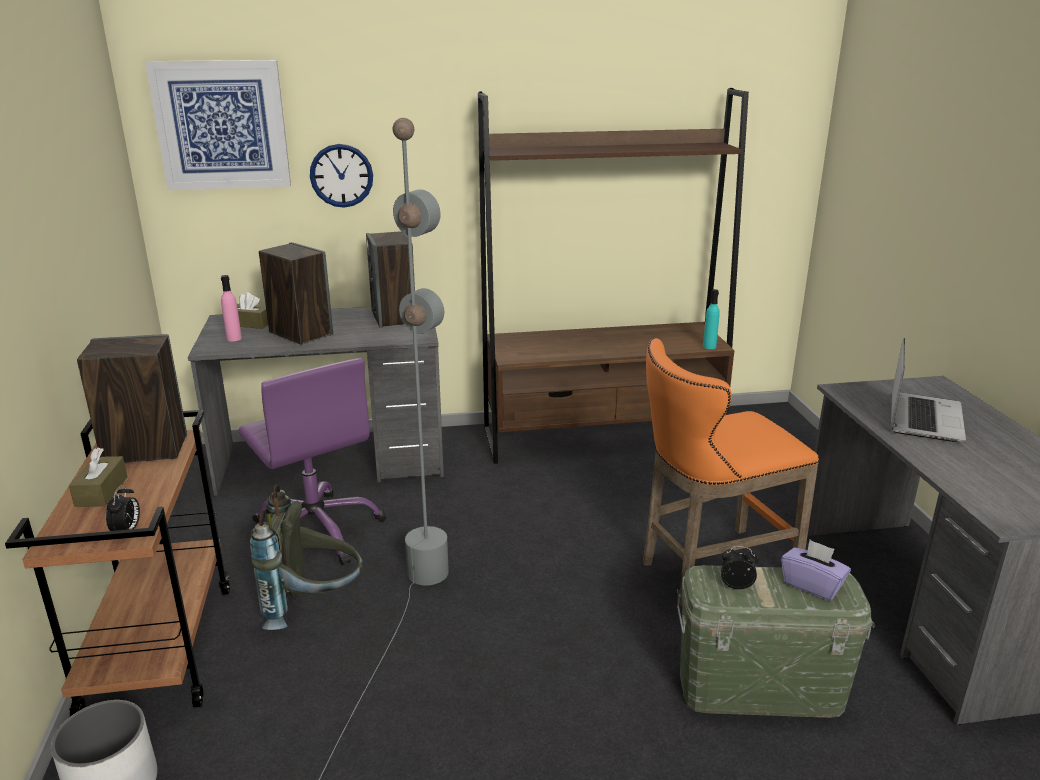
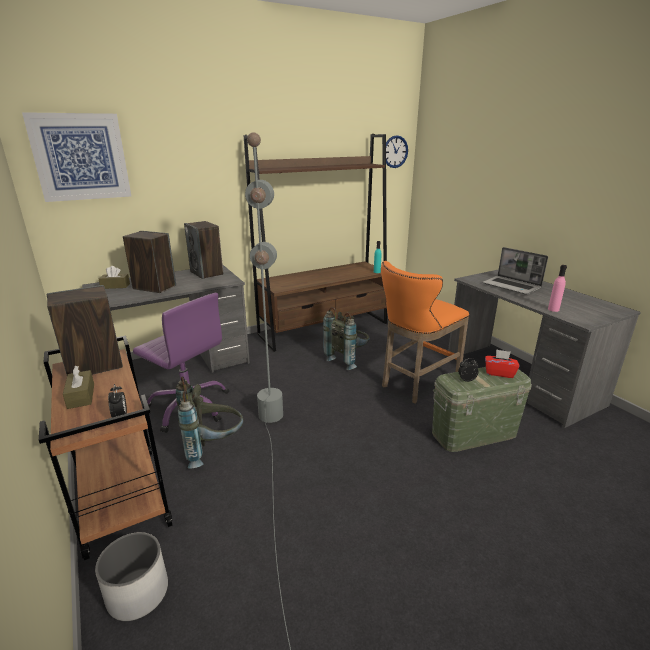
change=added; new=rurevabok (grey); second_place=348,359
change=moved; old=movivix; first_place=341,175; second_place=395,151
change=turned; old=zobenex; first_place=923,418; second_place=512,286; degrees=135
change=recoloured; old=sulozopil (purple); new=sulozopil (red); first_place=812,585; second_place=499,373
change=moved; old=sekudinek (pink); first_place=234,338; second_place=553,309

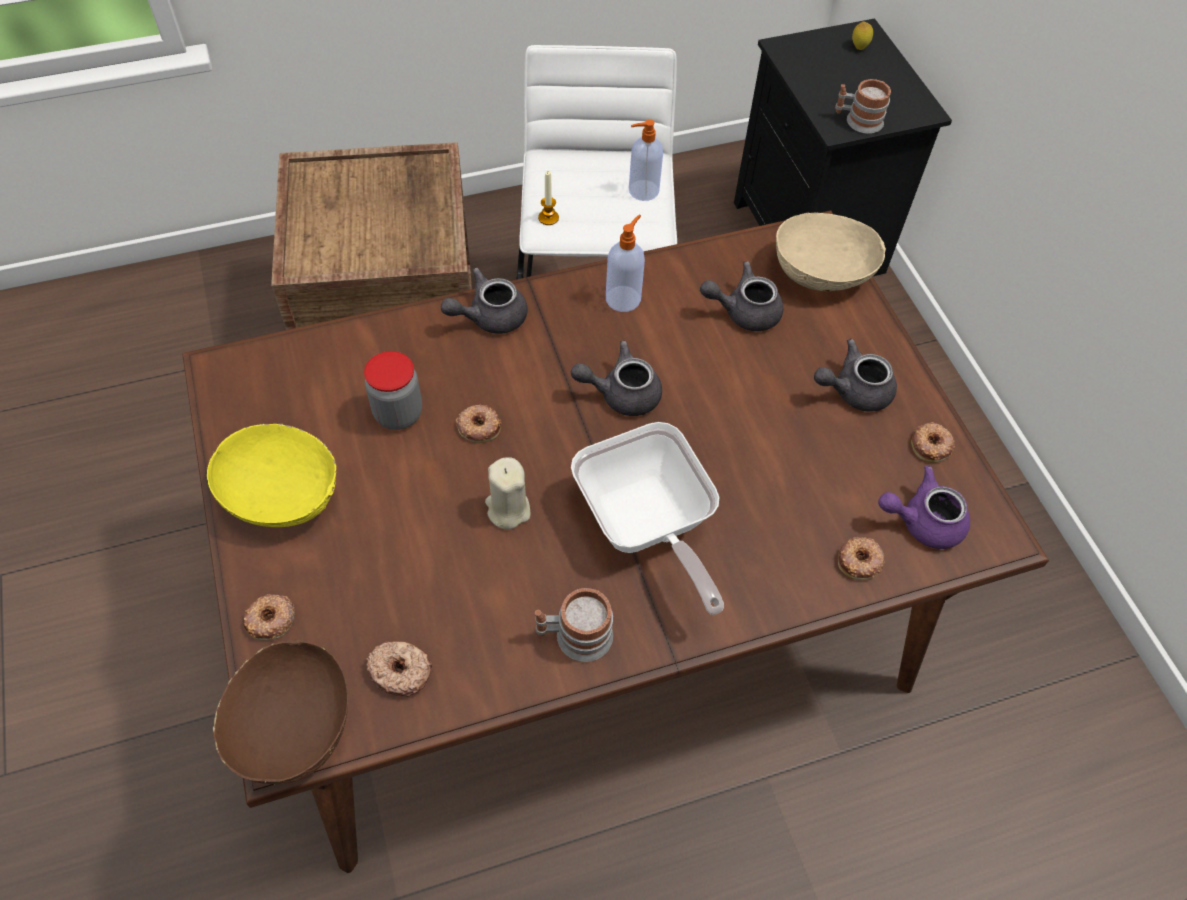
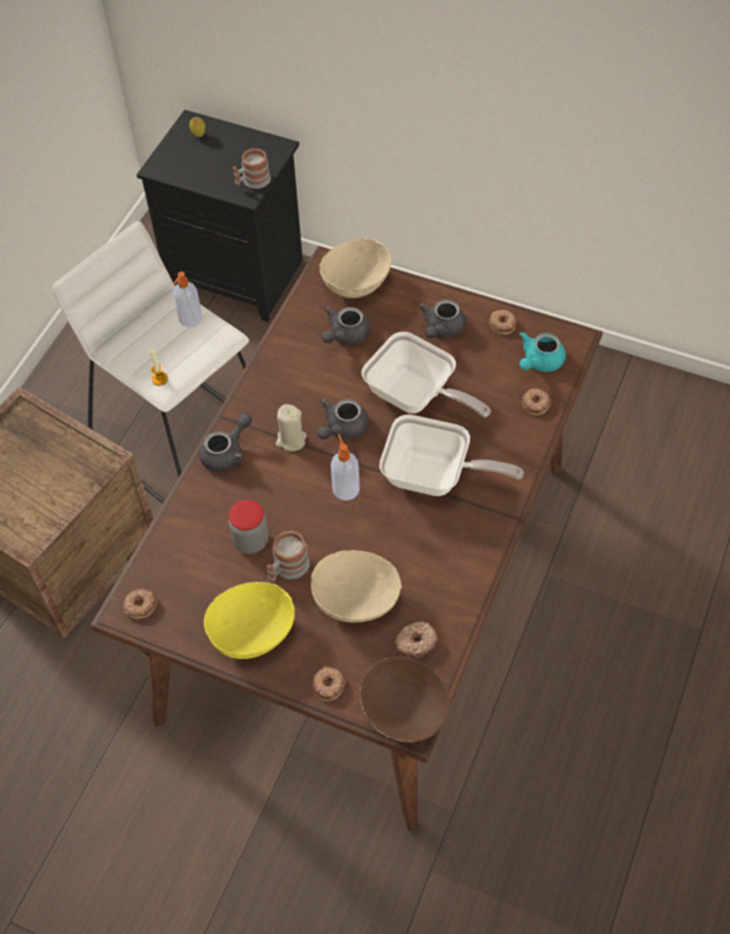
change=moved; old=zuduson; first_place=479,426; second_place=140,605
change=turned; old=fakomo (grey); first_place=489,317; second_place=227,453; degrees=-150
change=moved; old=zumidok; first_place=574,636; second_place=287,568
change=moved; old=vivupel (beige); first_place=508,509; second_place=291,440
change=added; new=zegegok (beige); second_place=356,598
change=moved; old=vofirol; first_place=623,298; second_place=345,488
change=added; new=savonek; second_place=416,397
change=recoloured; old=fakomo (purple); new=fakomo (turquoise); first_place=922,521; second_place=539,362

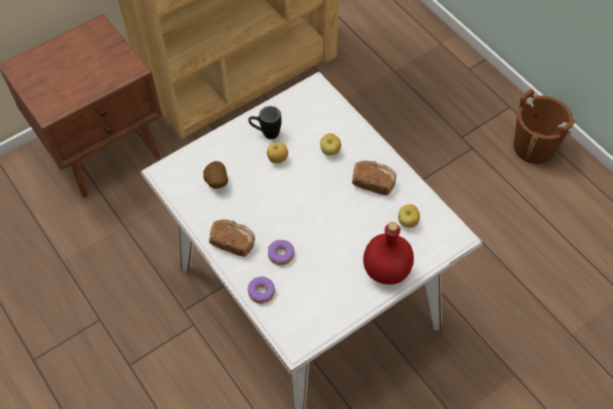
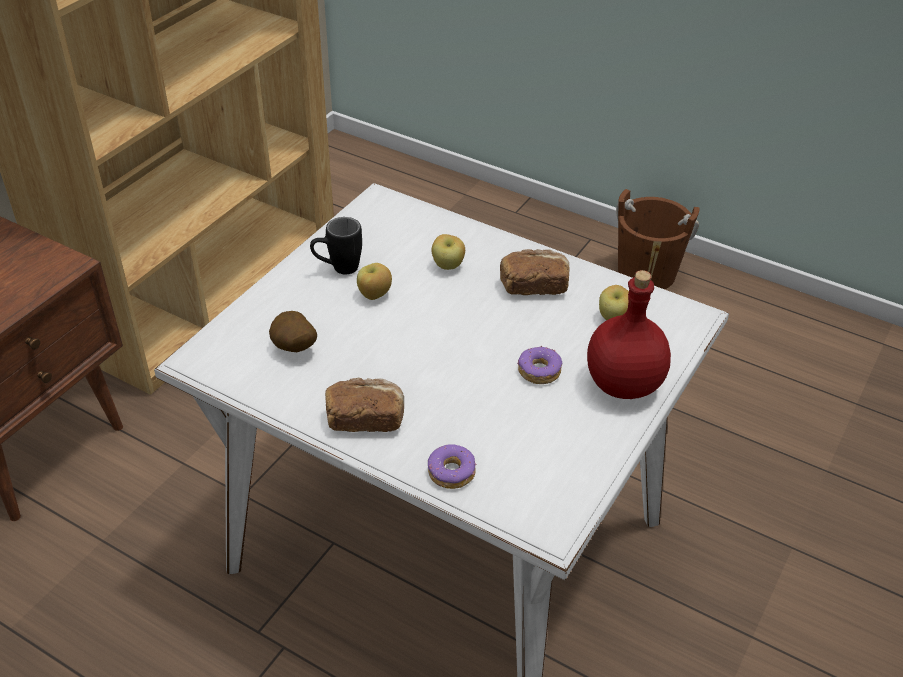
change=moved; old=zuduson; first_place=281,254; second_place=539,371

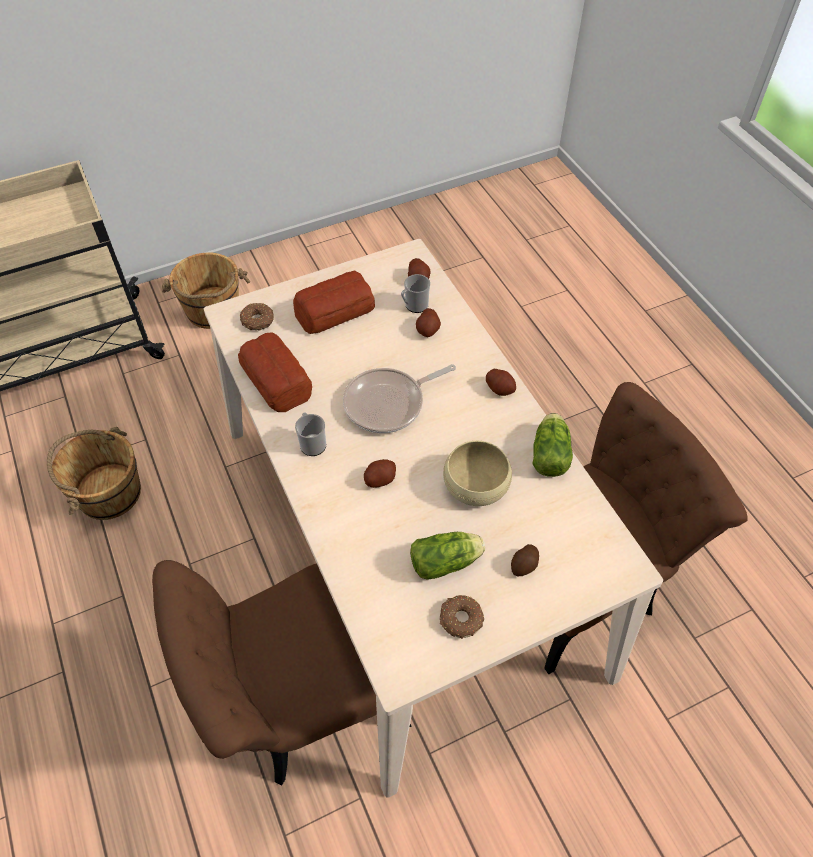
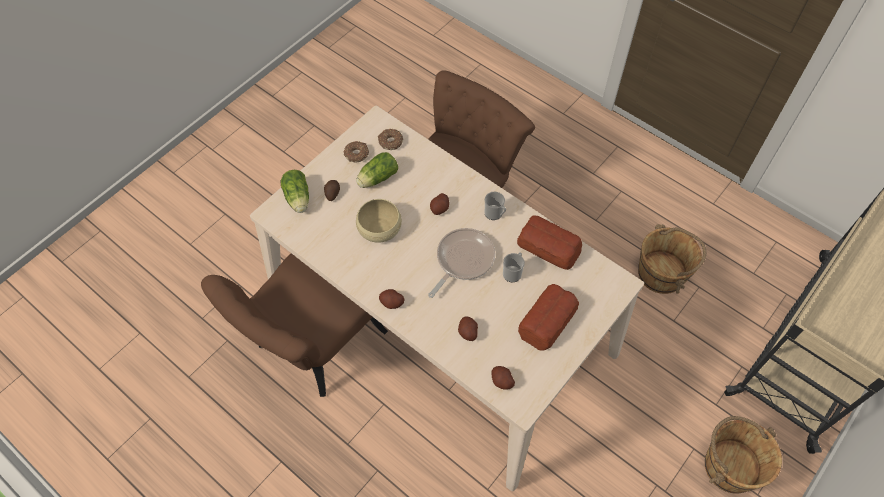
change=moved; old=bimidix; first_place=550,453; second_place=298,199
change=moved; old=zuduson; first_place=258,321; second_place=390,142
change=moved; old=zumidok; first_place=414,306; second_place=513,272

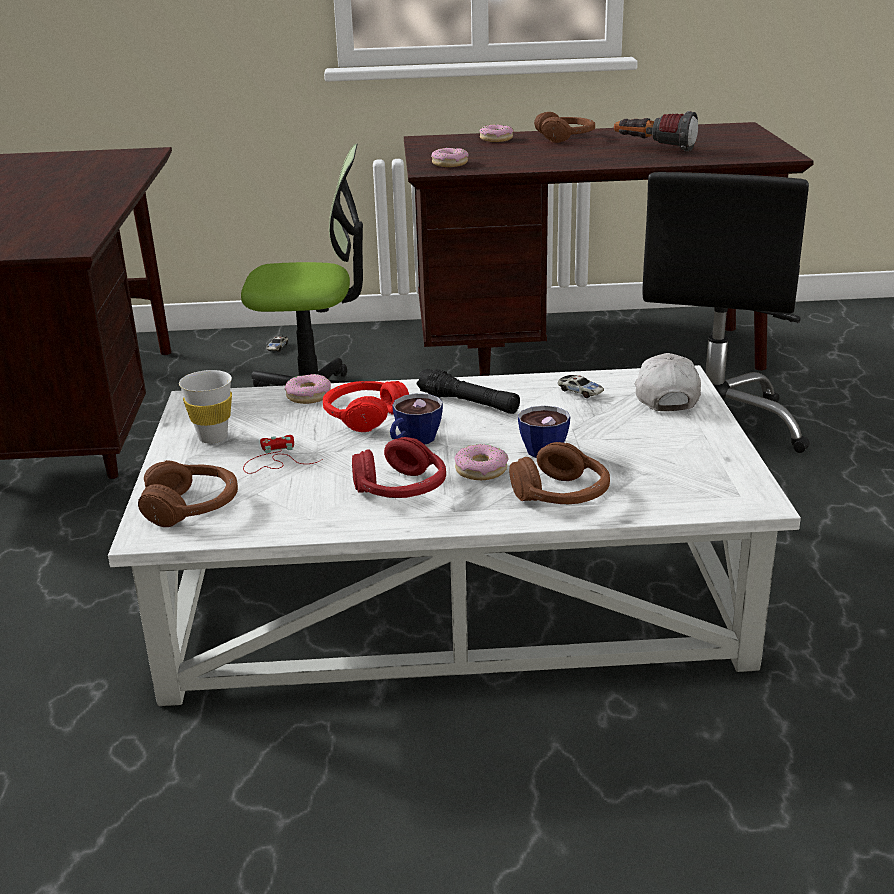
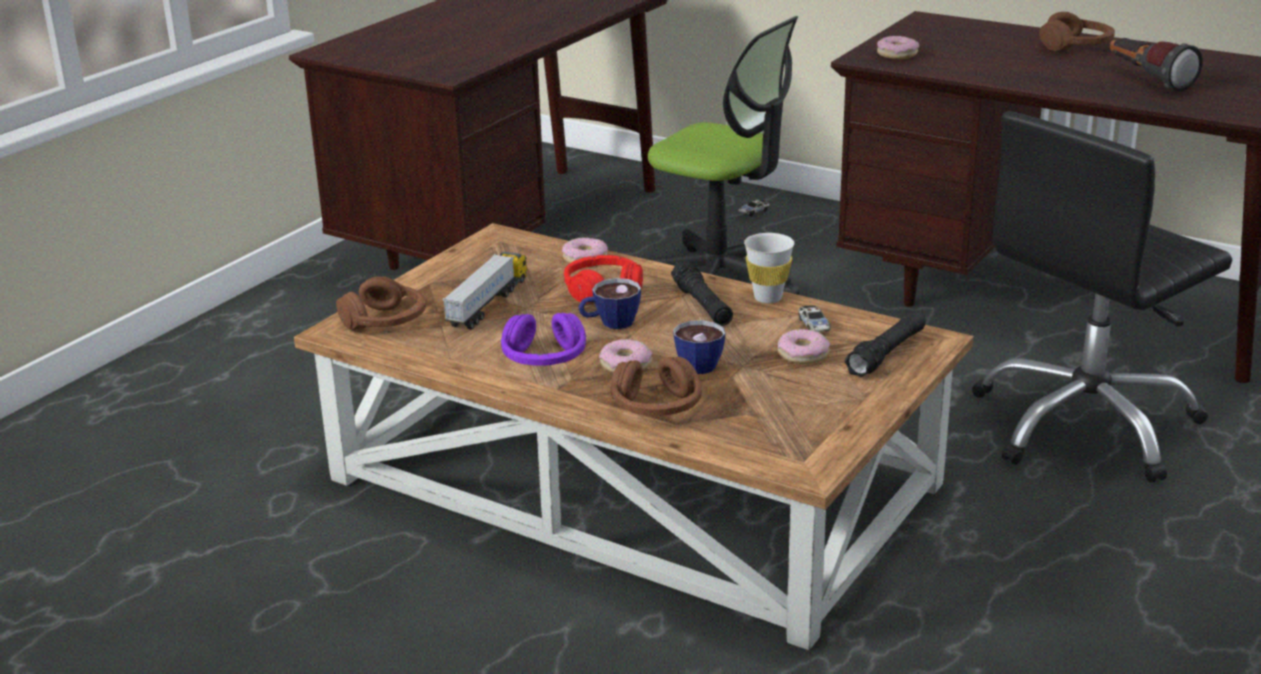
change=recoloured; old=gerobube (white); new=gerobube (brown); first_place=448,594; second_place=628,483
change=replaced; old=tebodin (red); new=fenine; first_place=275,460; second_place=488,304
change=recoloured; old=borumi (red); new=borumi (purple); first_place=401,489; second_place=544,358
change=moved; old=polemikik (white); first_place=213,437; second_place=768,298
change=moved; old=zuduson; first_place=496,139; second_place=803,354
change=replaced; old=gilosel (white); new=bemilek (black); first_place=665,396; second_place=886,354

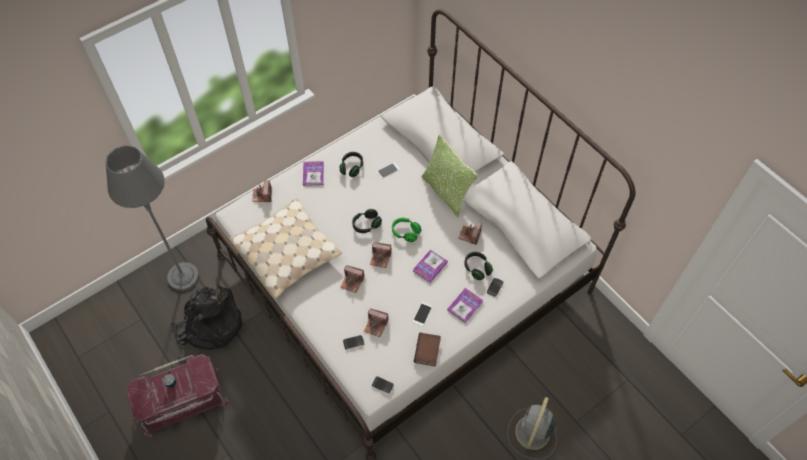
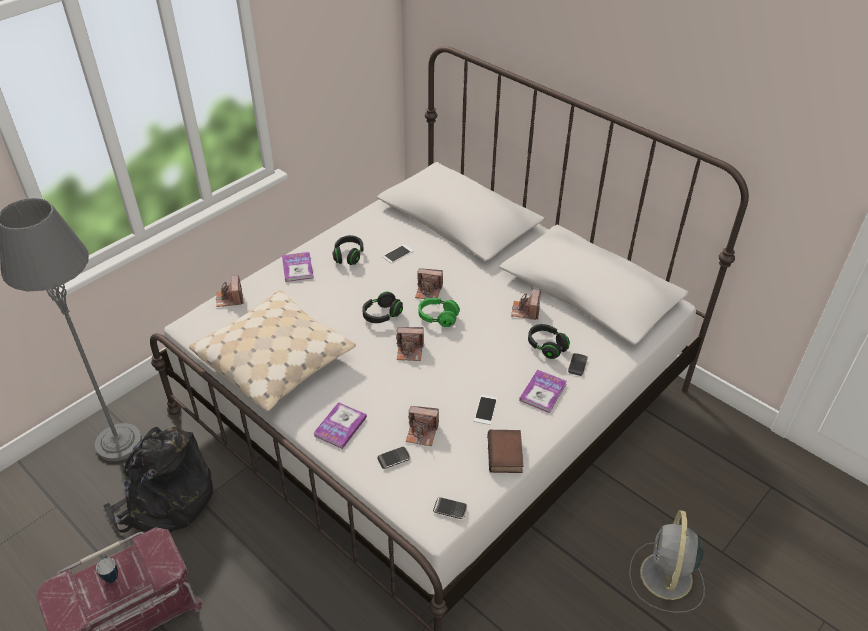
change=moved; old=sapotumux; first_place=430,266; second_place=340,426
change=moved; old=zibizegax; first_place=352,282; second_place=428,291
change=removed; old=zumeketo; first_place=446,192

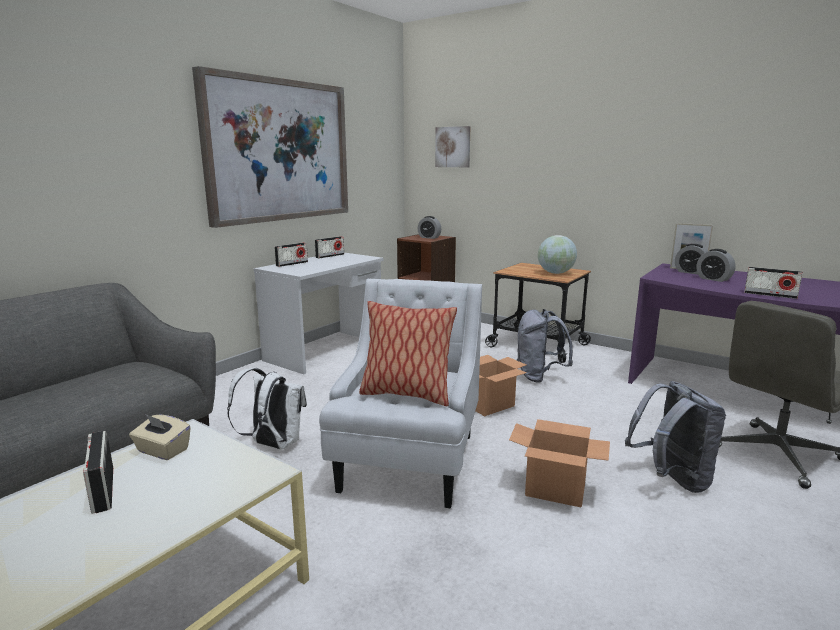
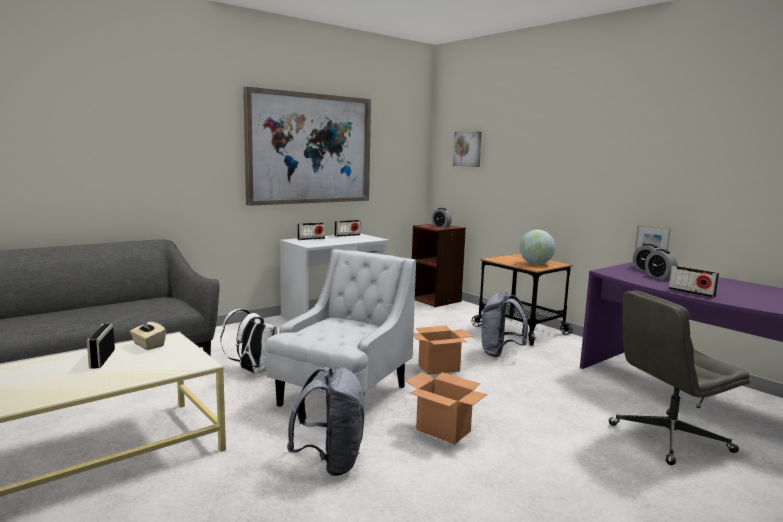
change=moved; old=rurevabok (grey); first_place=671,479; second_place=330,462
change=removed; old=zumeketo; first_place=406,395

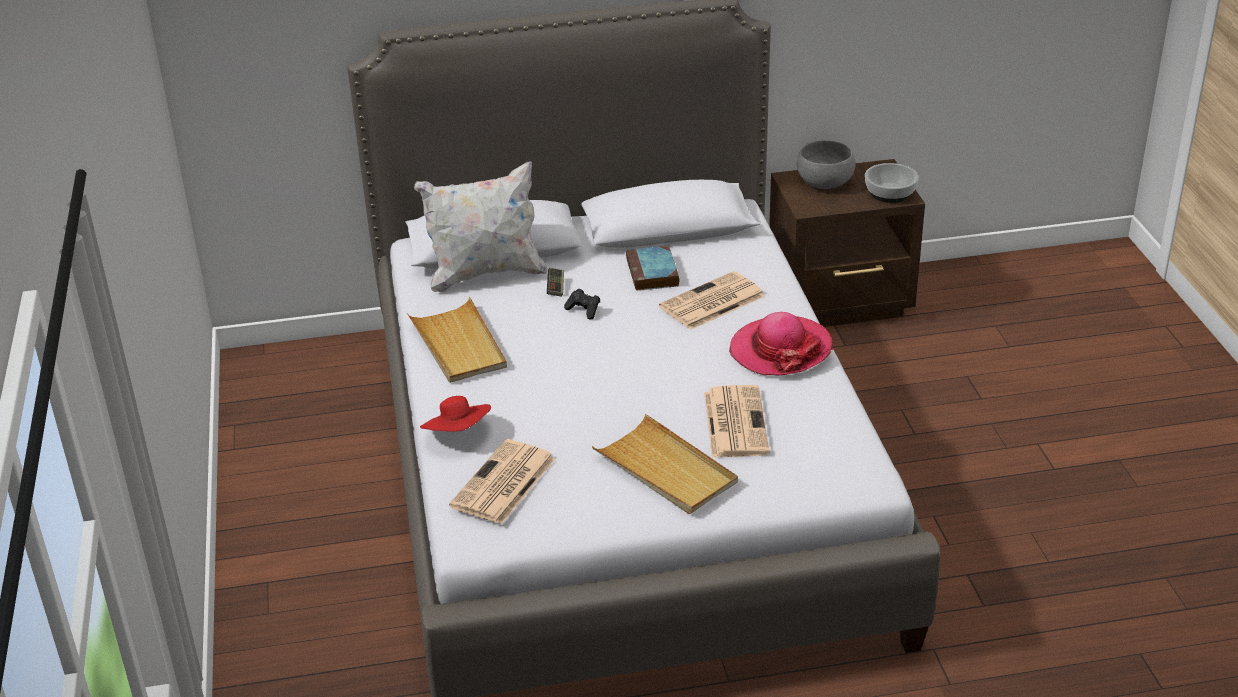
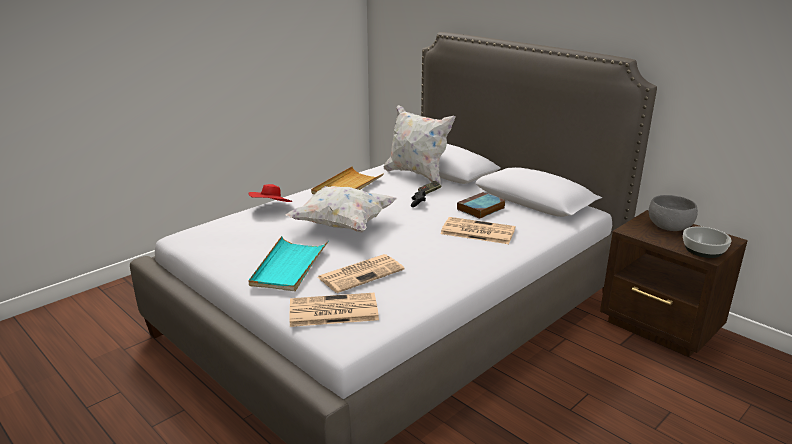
change=recoloured; old=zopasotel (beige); new=zopasotel (turquoise); first_place=666,470; second_place=289,266
change=added; new=zumeketo (white); second_place=342,225
change=moved; old=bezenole; first_place=503,484; second_place=332,311
change=removed; old=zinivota; first_place=780,349

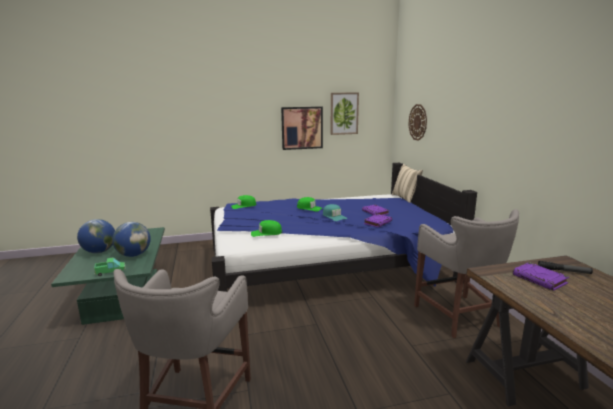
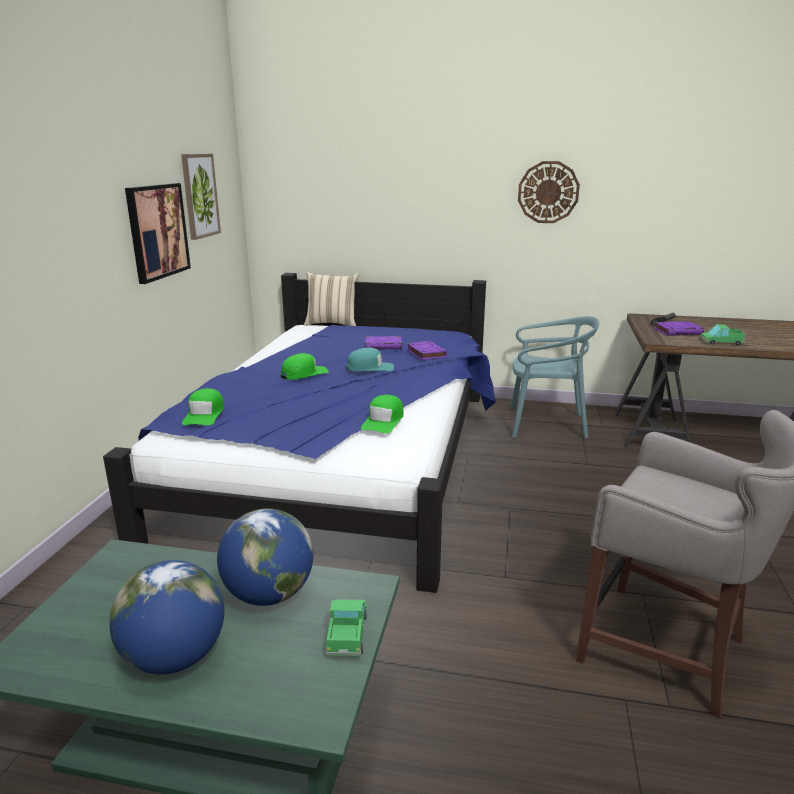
change=replaced; old=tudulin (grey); new=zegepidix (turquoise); first_place=459,317; second_place=545,424
change=moved; old=movivix; first_place=418,122; second_place=548,192
change=added; new=fenine; second_place=721,342

